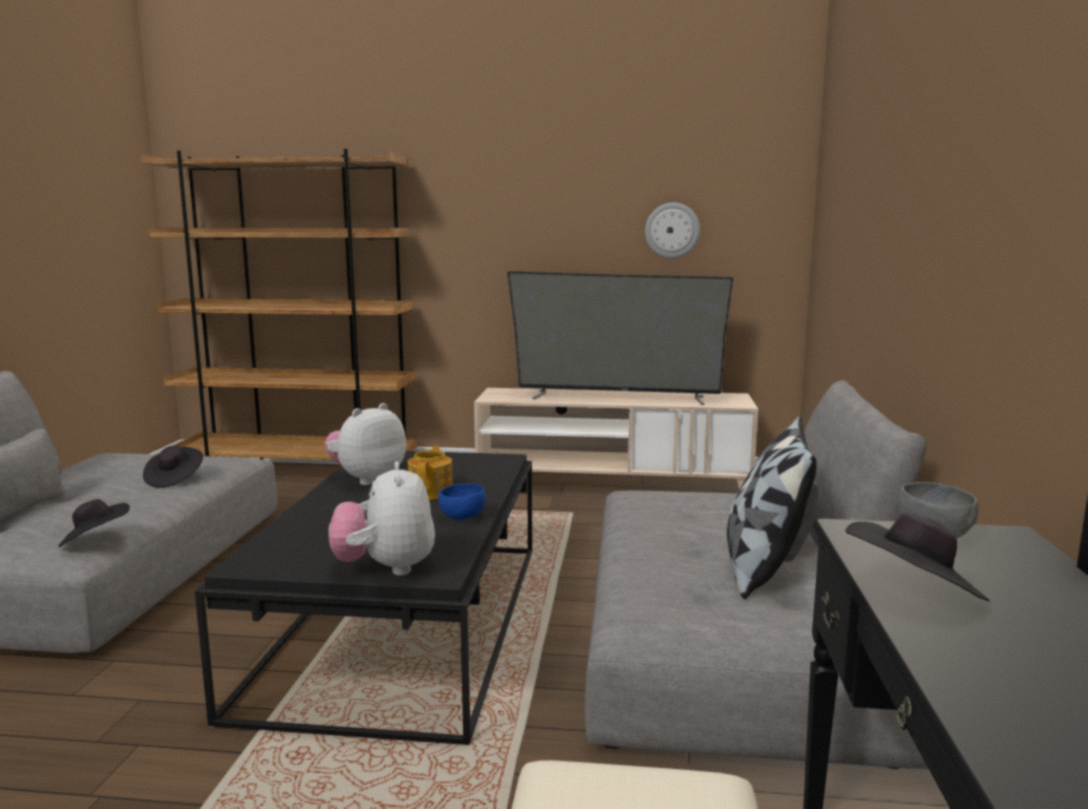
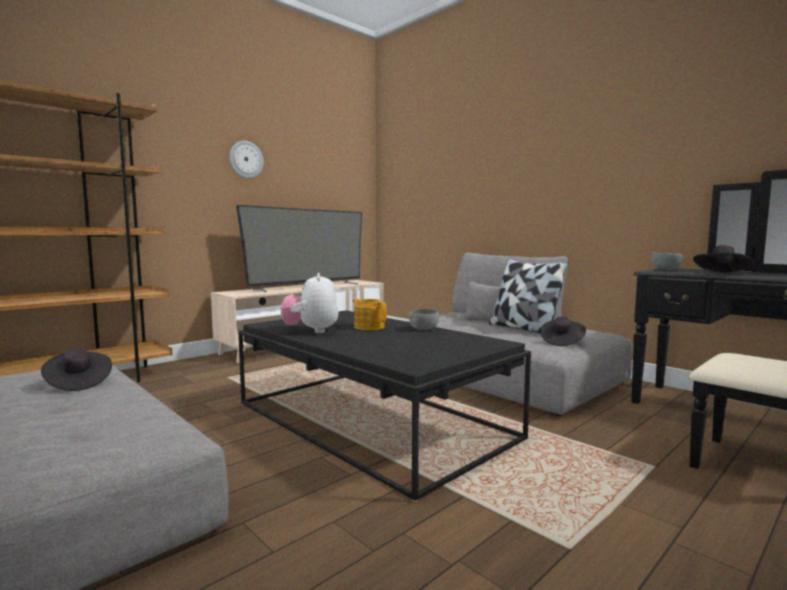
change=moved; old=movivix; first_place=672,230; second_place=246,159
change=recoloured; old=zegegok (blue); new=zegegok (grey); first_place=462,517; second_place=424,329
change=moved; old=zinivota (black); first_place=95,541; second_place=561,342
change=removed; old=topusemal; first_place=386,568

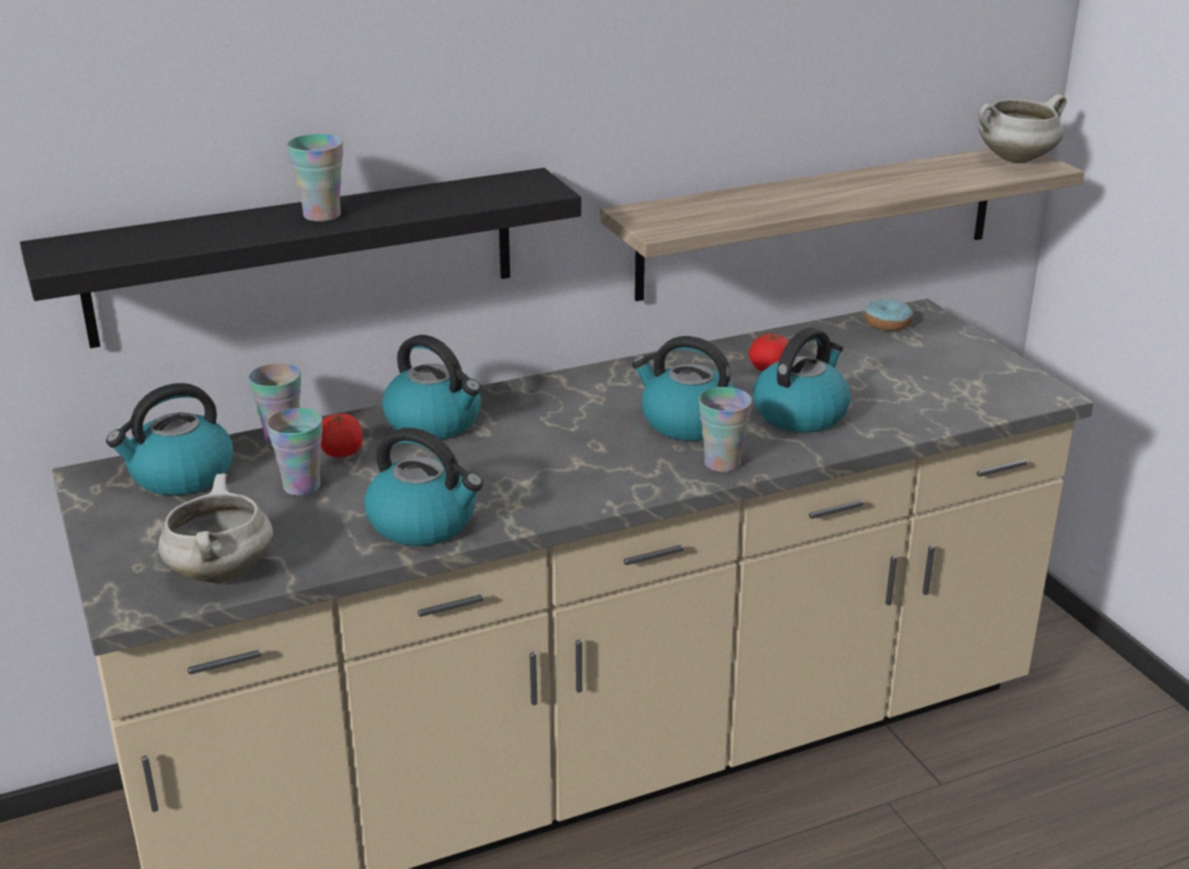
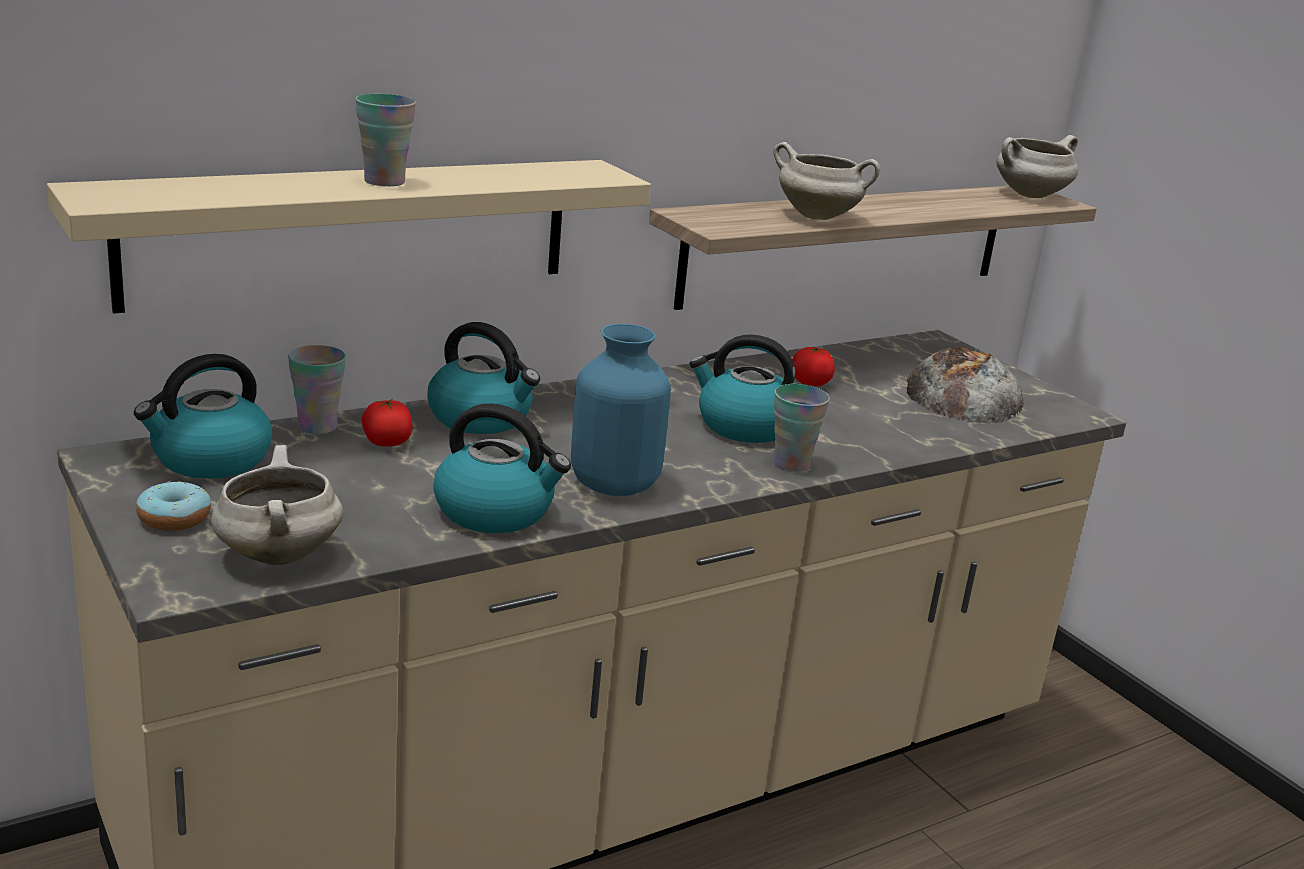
change=recoloured; old=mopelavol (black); new=mopelavol (beige); first_place=304,256; second_place=353,231
change=moved; old=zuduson; first_place=887,323; second_place=174,518
change=added; new=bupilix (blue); second_place=615,484
change=added; new=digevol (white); second_place=819,216
change=added; new=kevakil; second_place=963,394
change=removed; old=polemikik; first_place=302,486
change=removed; old=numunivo; first_place=801,413

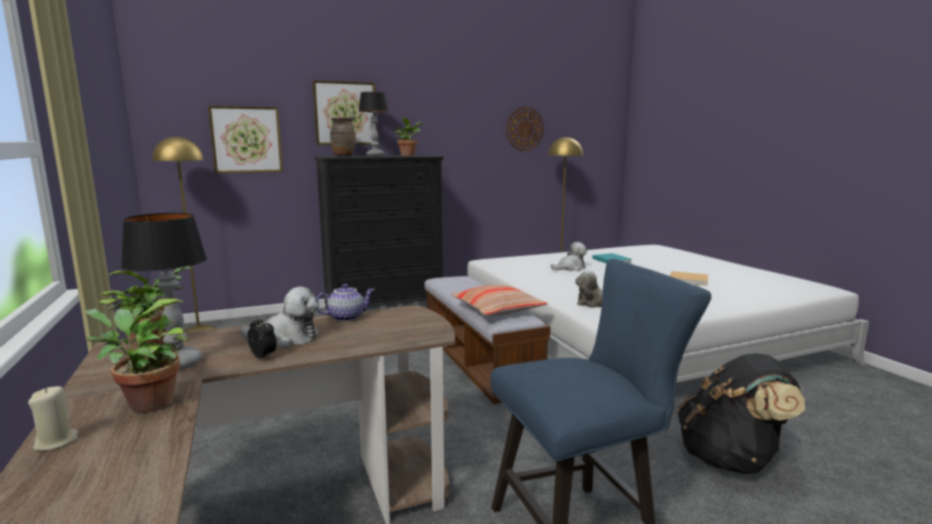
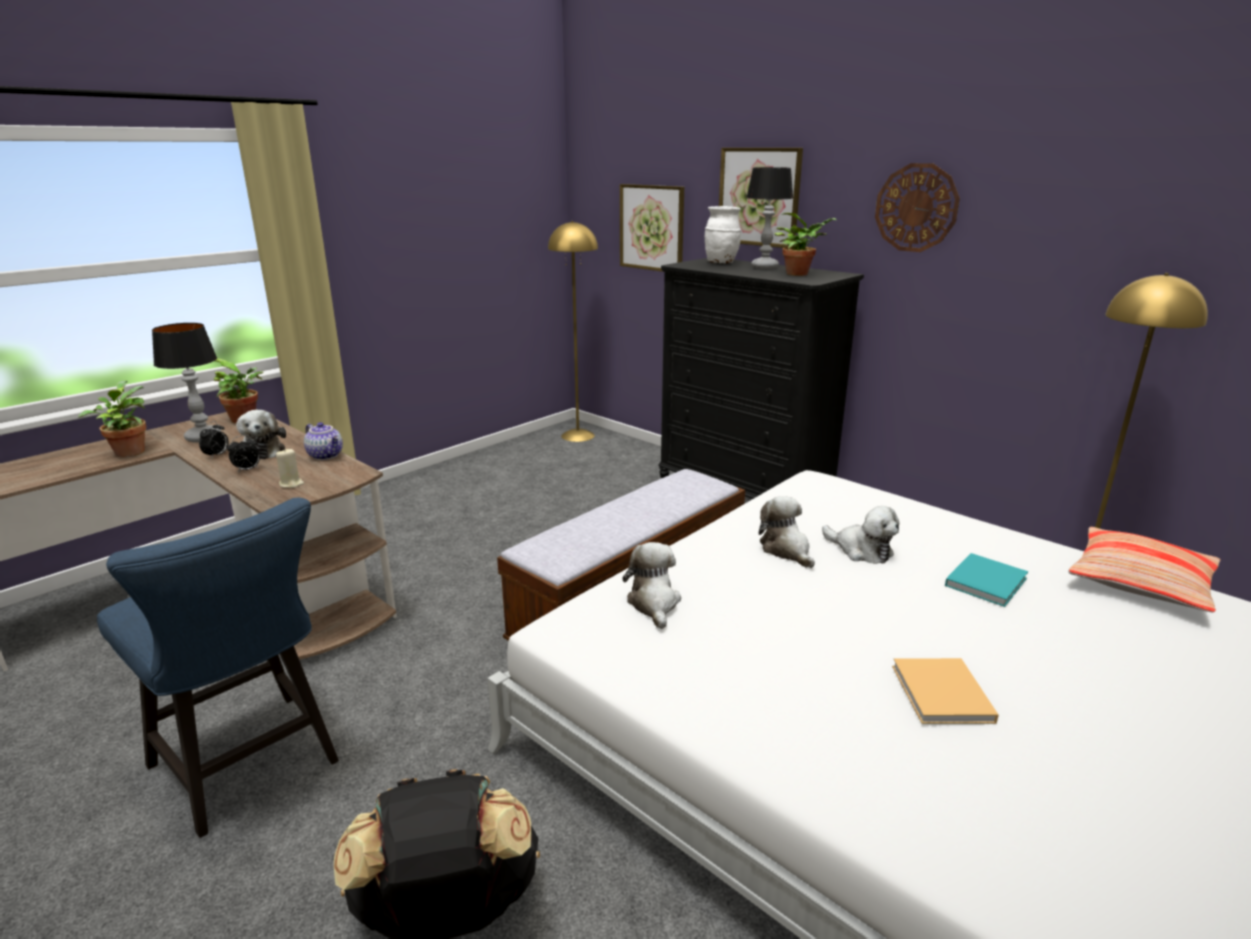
change=added; new=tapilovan; second_place=247,470
change=moved; old=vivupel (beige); first_place=56,442; second_place=291,484
change=recoloured; old=bupilix (brown); new=bupilix (white); first_place=343,156; second_place=721,263
change=added; new=topusemal; second_place=786,550
change=moved; old=movivix; first_place=524,129; second_place=916,208
change=moved; old=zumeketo; first_place=497,310; second_place=1140,581

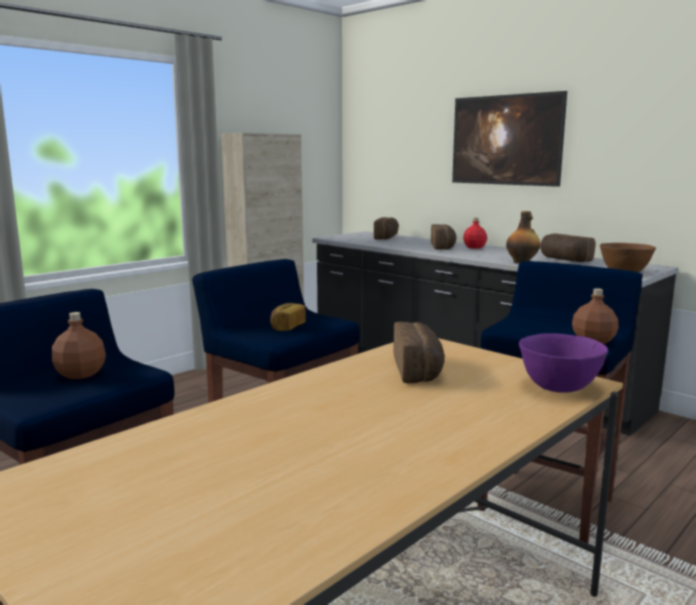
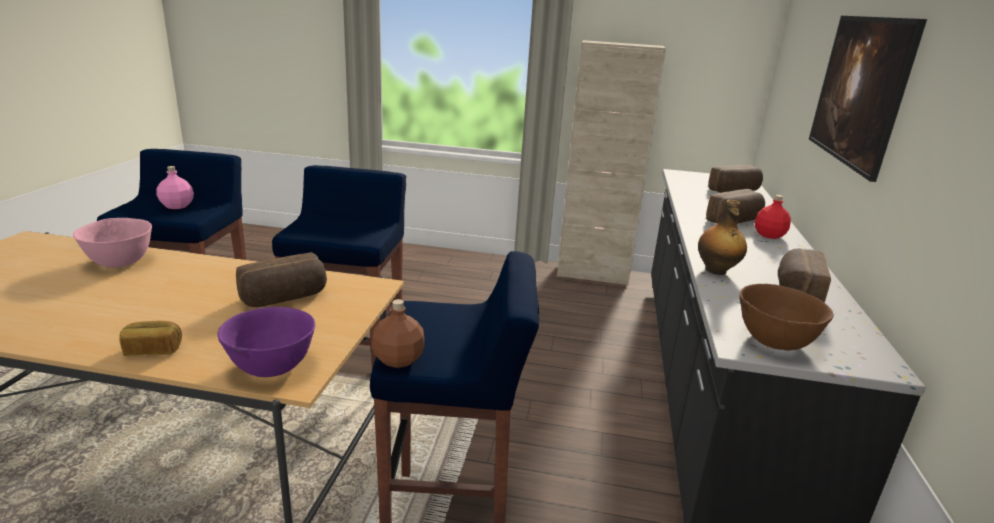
change=added; new=zegegok (pink); second_place=120,261
change=moved; old=kevakil; first_place=287,327; second_place=153,349
change=recoloured; old=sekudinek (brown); new=sekudinek (pink); first_place=81,374; second_place=177,206

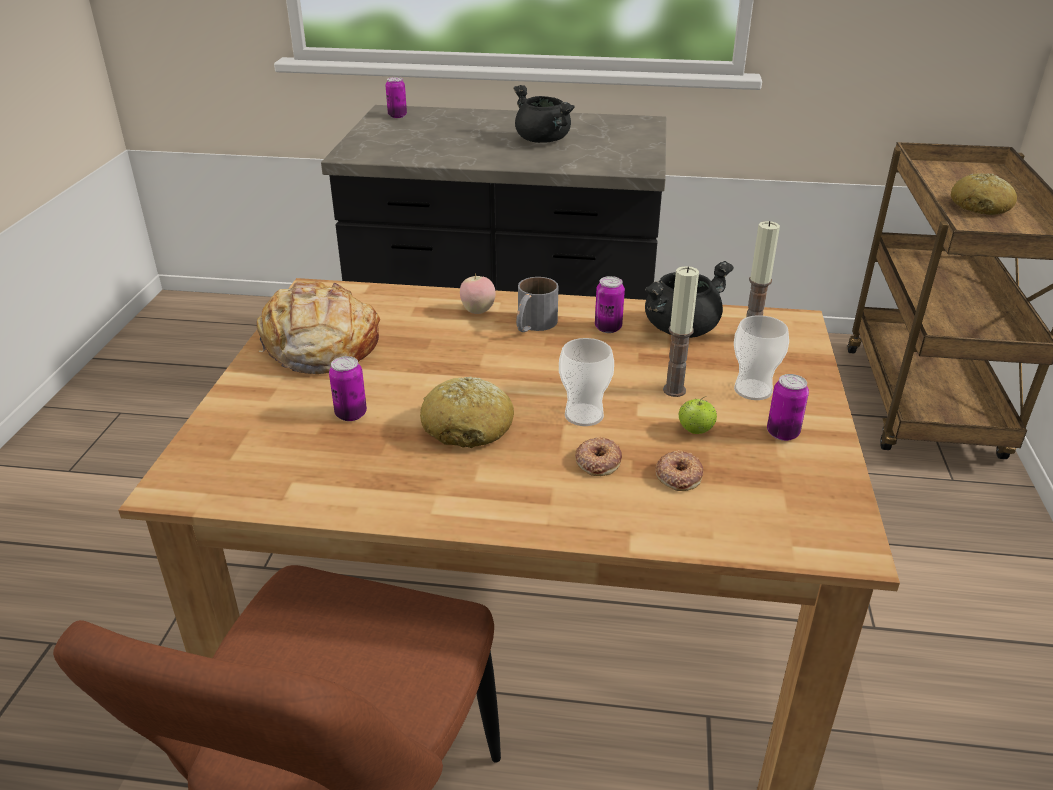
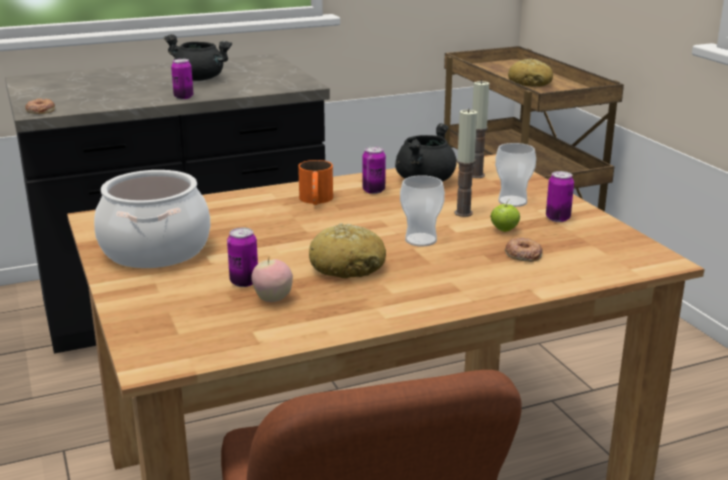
change=moved; old=zuduson; first_place=598,461; second_place=40,110
change=replaced; old=kevakil; new=digevol; first_place=319,346; second_place=156,250
change=moved; old=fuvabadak; first_place=397,116; second_place=183,97
change=moved; old=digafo; first_place=478,311; second_place=273,299
change=recoloured; old=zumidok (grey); new=zumidok (orange); first_place=532,325; second_place=316,200

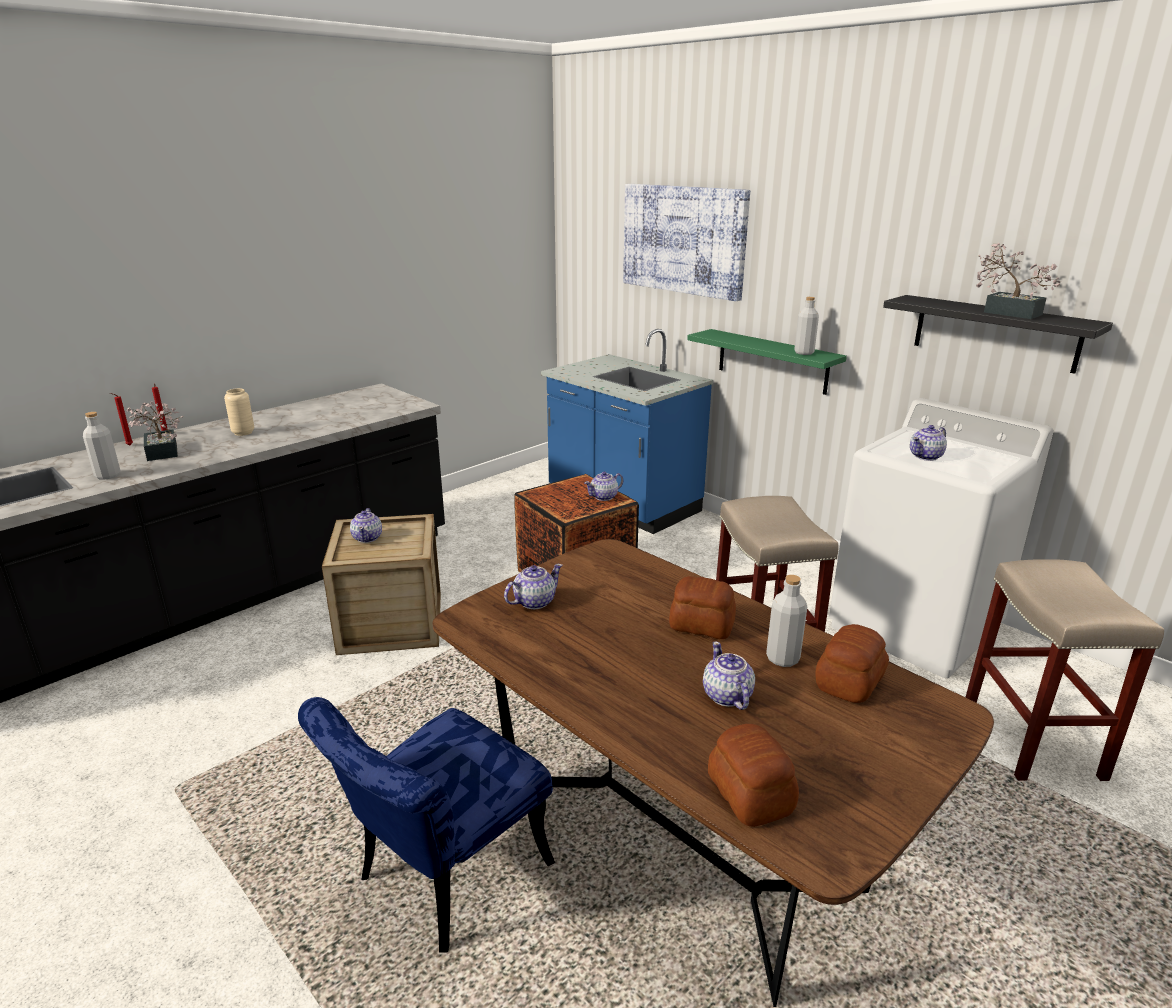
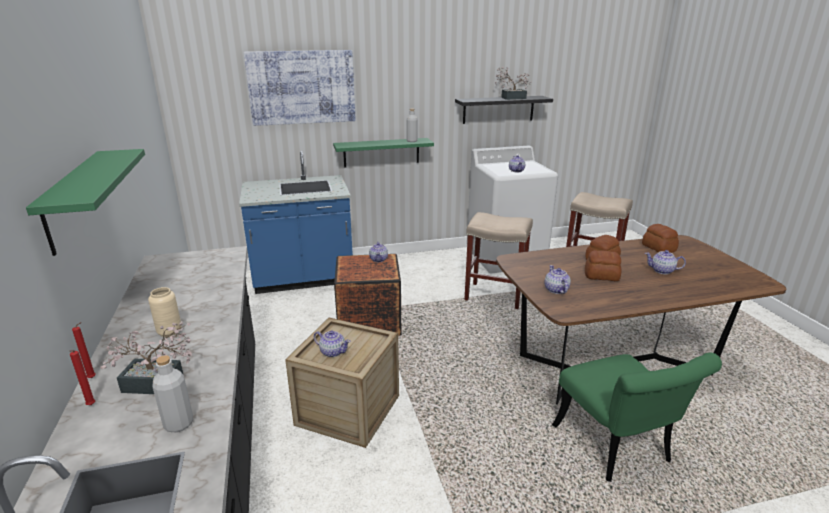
change=added; new=mopelavol (green); second_place=74,199
change=recoloured; old=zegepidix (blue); new=zegepidix (green); first_place=441,878; second_place=617,449
change=moved; old=kevakil; first_place=749,795; second_place=602,276
change=removed; old=sekudinek (grey); first_place=782,658

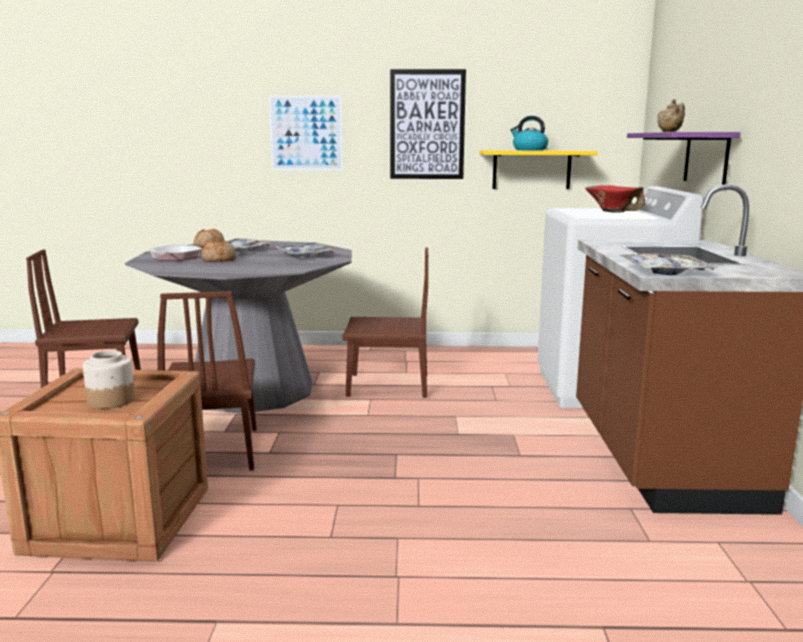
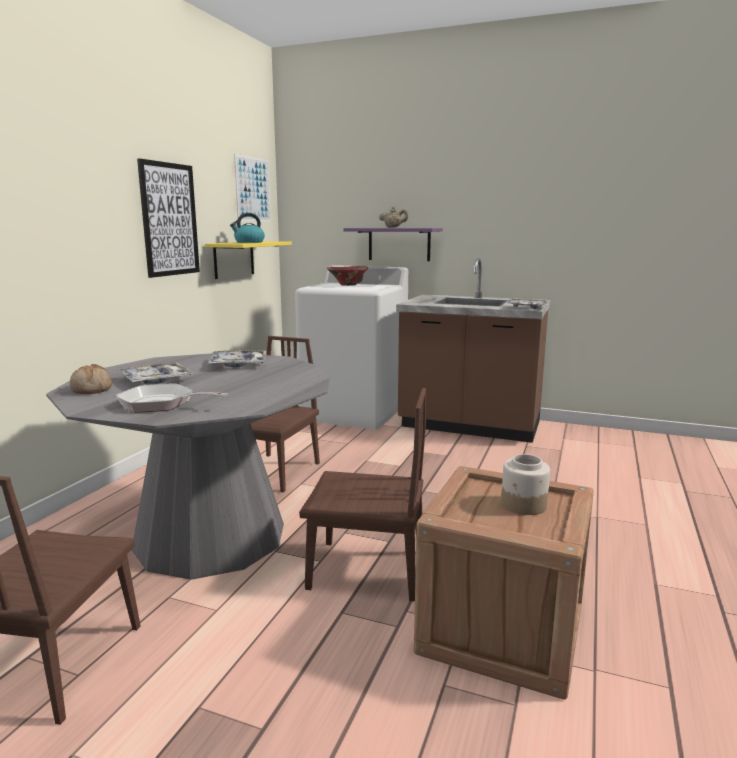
change=moved; old=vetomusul; first_place=306,133; second_place=253,189
change=removed; old=kevakil; first_place=219,260

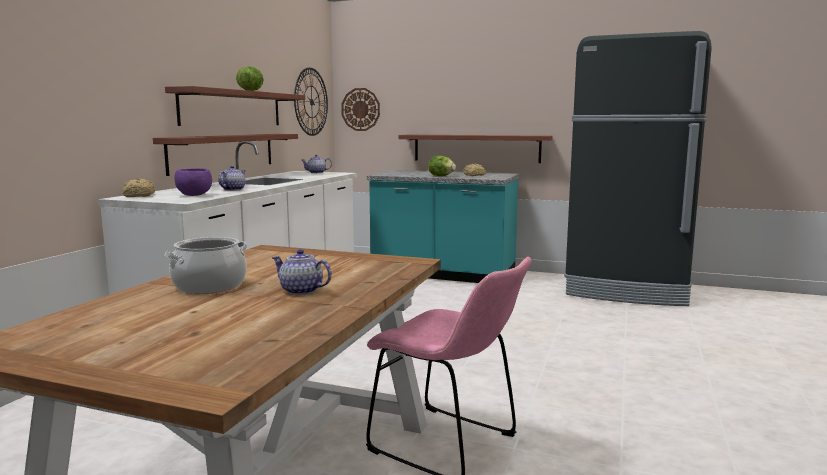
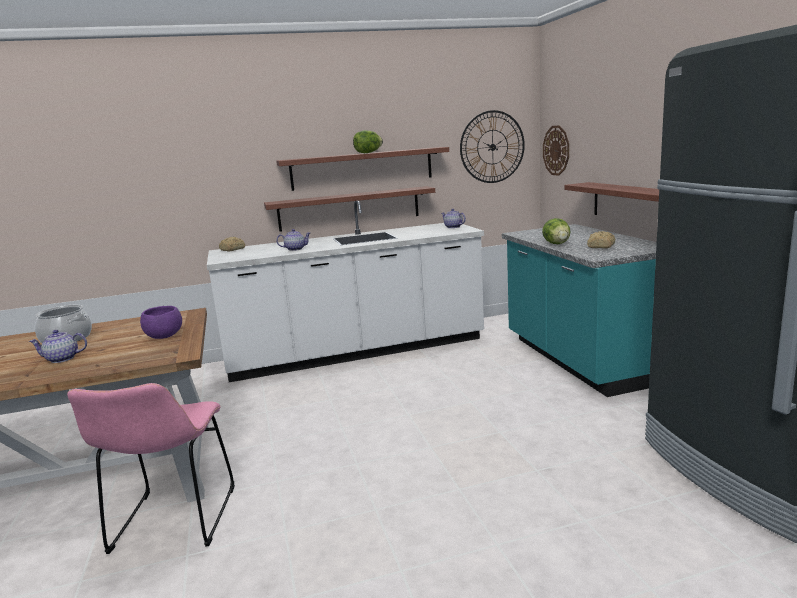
change=turned; old=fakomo; first_place=300,291; second_place=62,359; degrees=-90
change=moved; old=zegegok (purple); first_place=194,195; second_place=164,337

